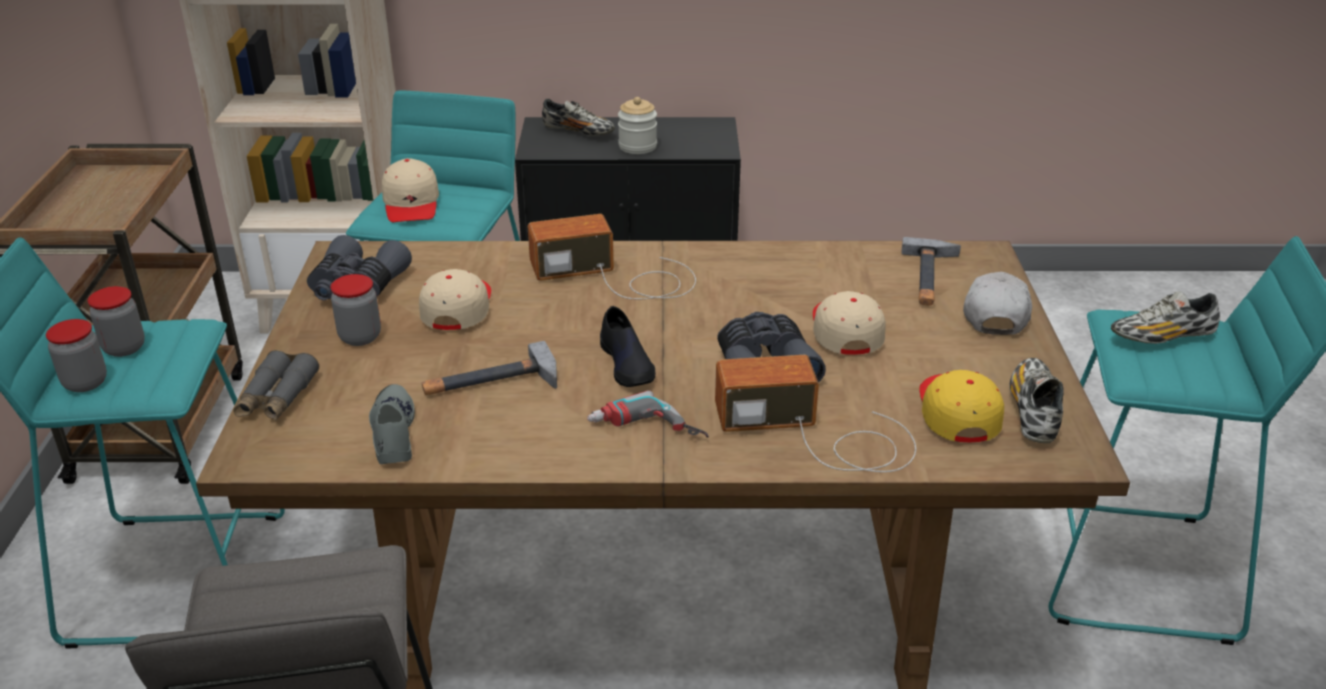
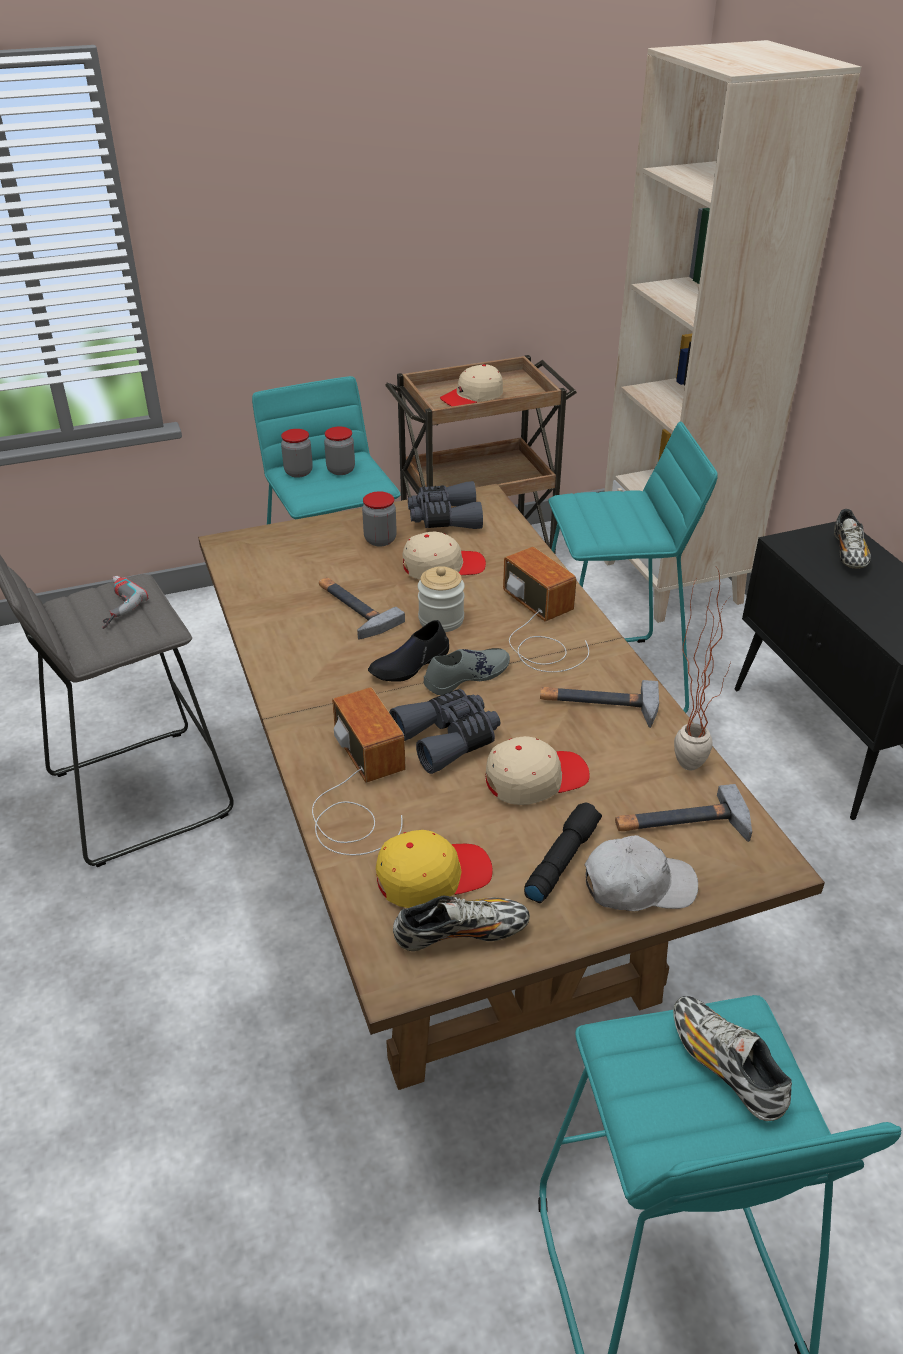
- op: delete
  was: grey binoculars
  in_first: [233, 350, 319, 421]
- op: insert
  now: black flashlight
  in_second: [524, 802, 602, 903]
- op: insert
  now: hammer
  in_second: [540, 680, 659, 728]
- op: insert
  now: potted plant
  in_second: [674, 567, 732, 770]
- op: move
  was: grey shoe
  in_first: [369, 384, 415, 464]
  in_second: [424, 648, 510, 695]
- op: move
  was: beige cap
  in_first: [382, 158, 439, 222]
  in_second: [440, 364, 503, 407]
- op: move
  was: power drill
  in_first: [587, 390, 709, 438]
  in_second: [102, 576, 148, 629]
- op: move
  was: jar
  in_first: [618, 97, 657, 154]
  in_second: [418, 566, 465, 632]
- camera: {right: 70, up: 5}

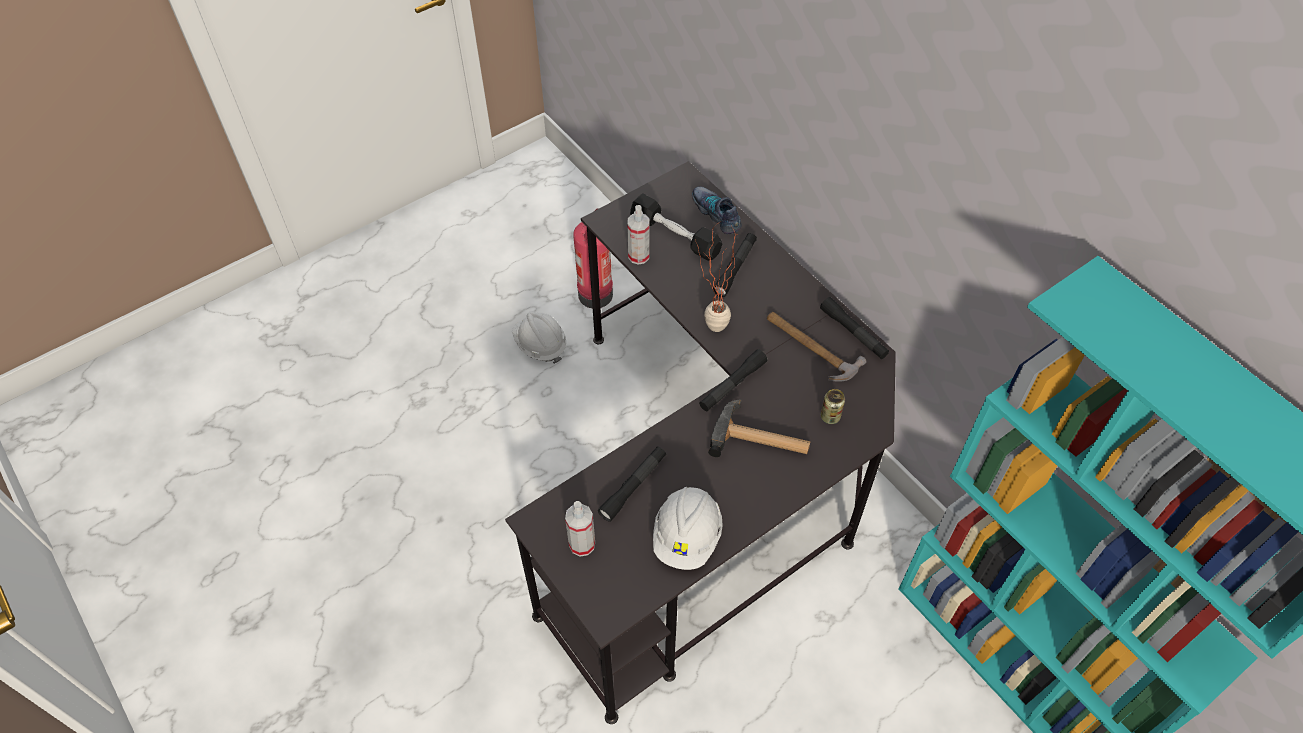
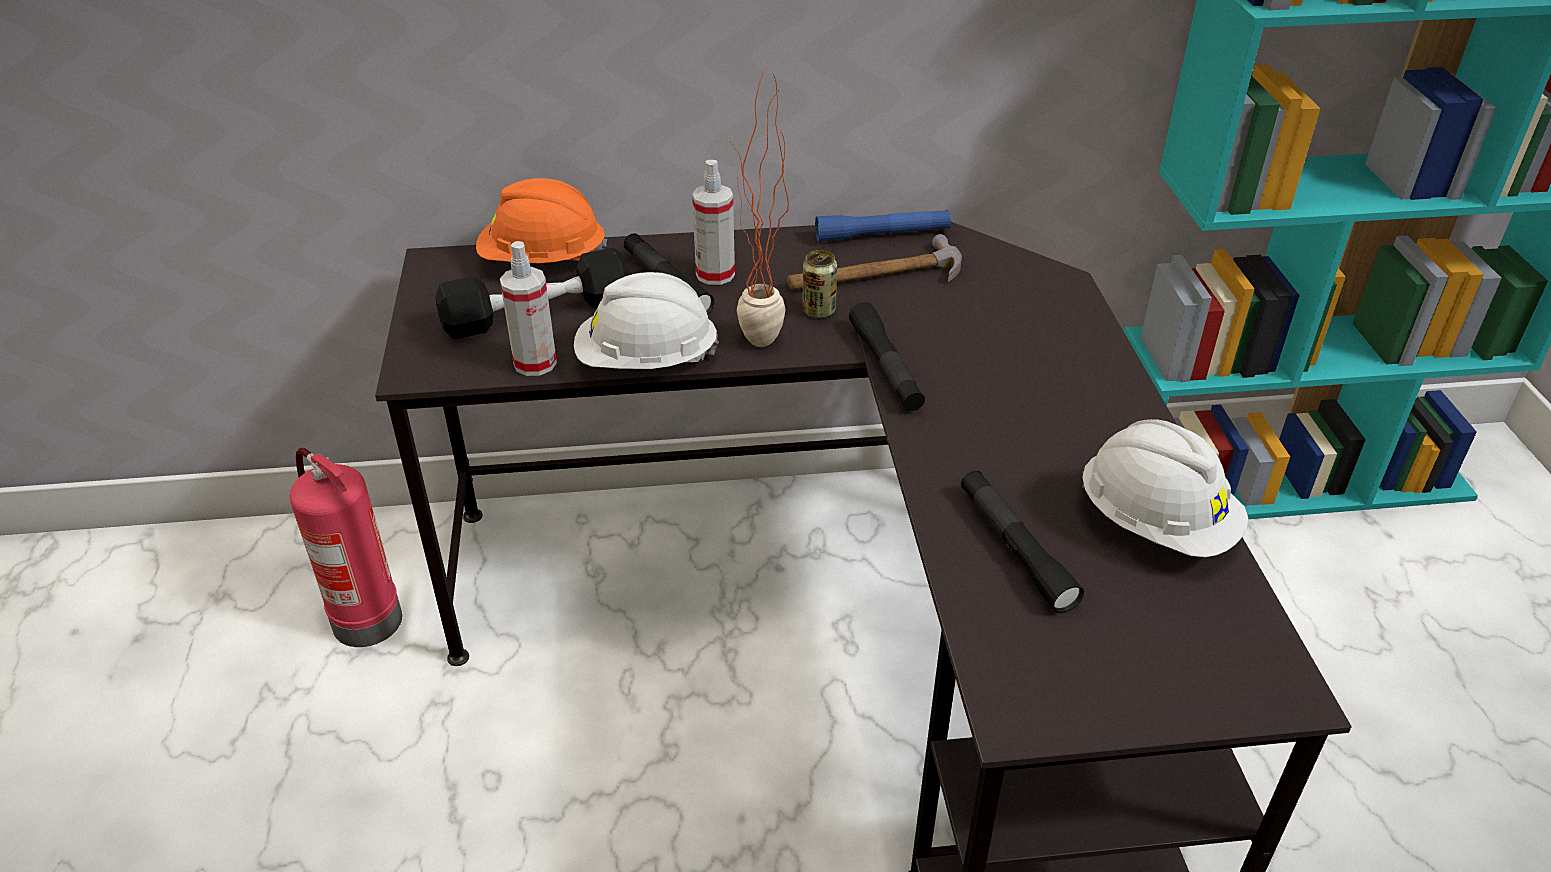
- op: delete
  was: hammer
  in_first: [708, 399, 811, 457]
- op: move
  was: white hard hat
  in_first: [512, 312, 566, 364]
  in_second: [574, 272, 719, 369]
- op: move
  was: spray bottle
  in_first: [565, 501, 595, 557]
  in_second: [692, 160, 735, 285]
- op: move
  was: can
  in_first: [821, 389, 845, 424]
  in_second: [802, 250, 837, 318]
- op: replace
  was: shoe
  now: orange hard hat
  in_first: [692, 187, 742, 234]
  in_second: [476, 178, 607, 263]
- op: recolor
  was: black flashlight
  now: blue flashlight
  in_first: [820, 297, 889, 359]
  in_second: [815, 210, 951, 242]
- camera: {right: -60, up: -15}

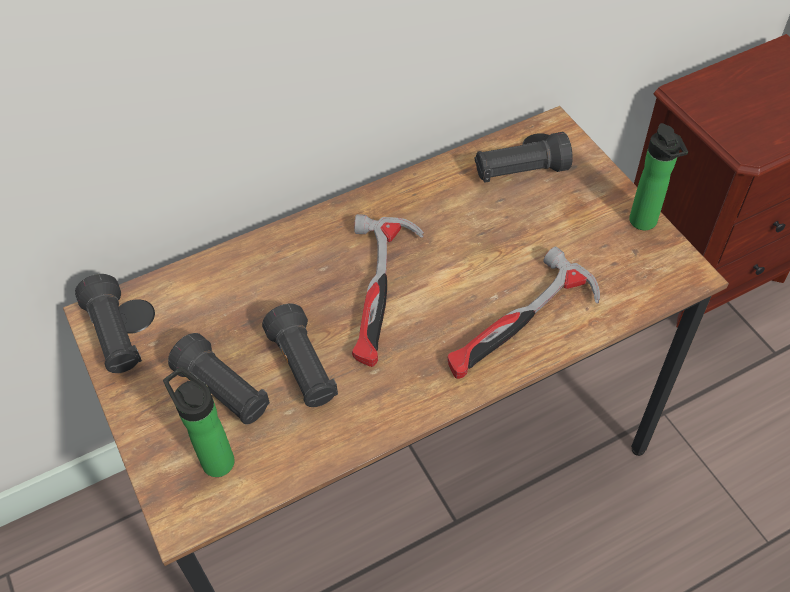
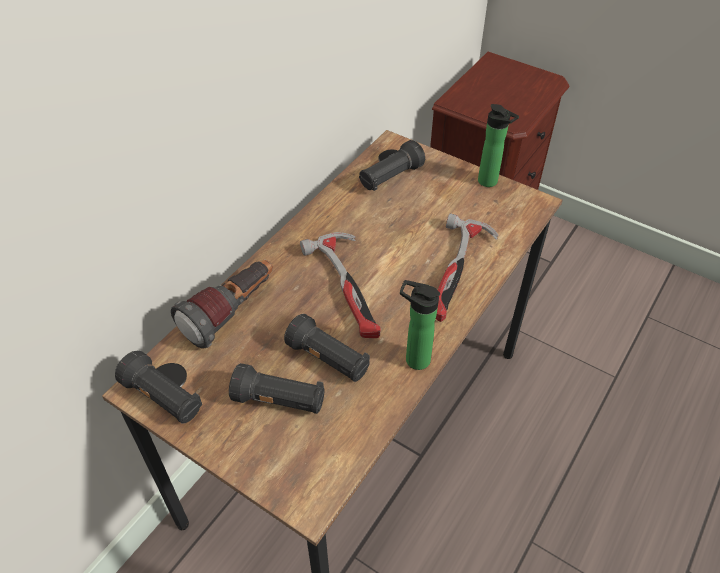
- op: insert
  now: flashlight
  in_second: [171, 260, 273, 349]
- op: move
  was: bottle
  in_first: [163, 367, 235, 477]
  in_second: [400, 280, 440, 370]
- camera: {right: -30, up: -5}

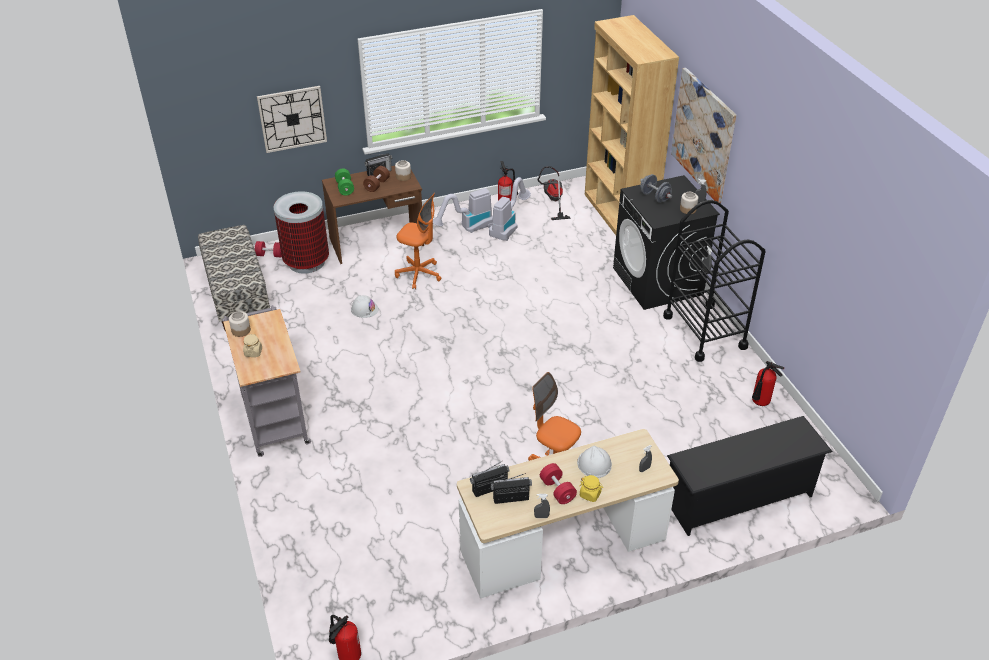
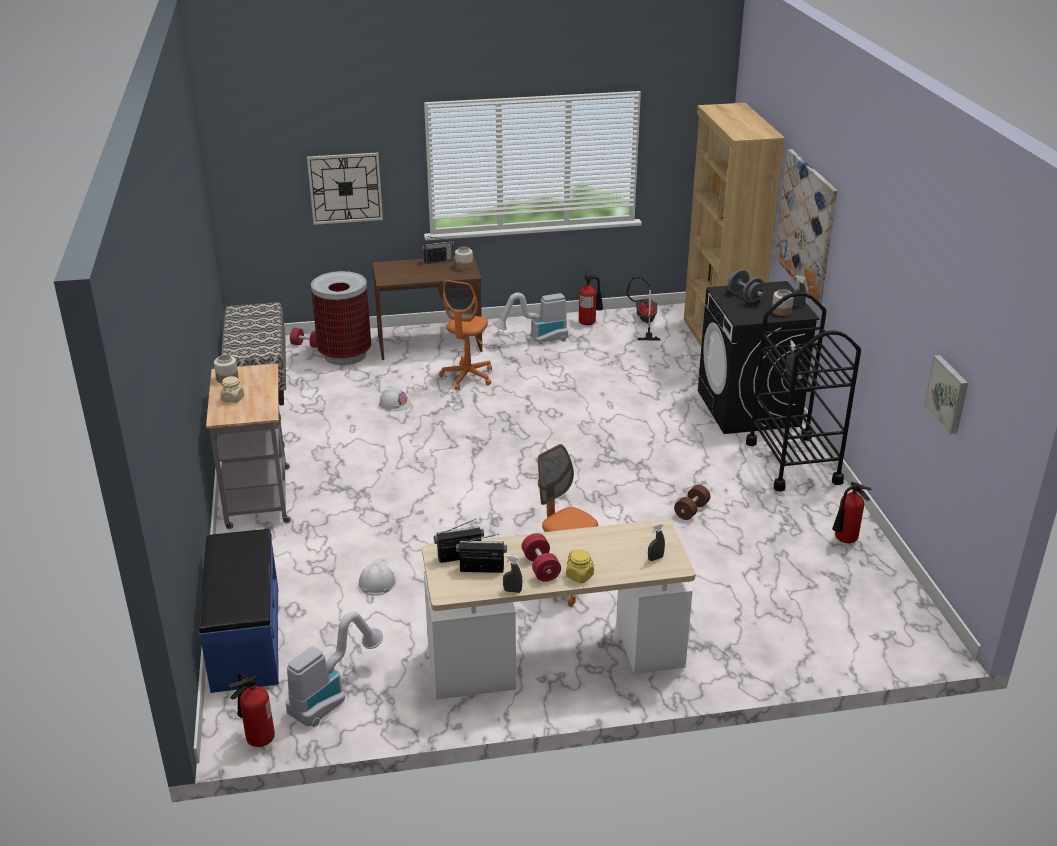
- op: delete
  was: green dumbbell
  in_first: [335, 168, 354, 196]
- op: delete
  was: black shoe rack
  in_first: [667, 416, 833, 536]
- op: insert
  now: blue bench
  in_second: [199, 529, 279, 693]
- op: insert
  now: picture
  in_second: [924, 355, 968, 434]
- op: move
  was: brown dumbbell
  in_first: [363, 166, 390, 192]
  in_second: [674, 485, 710, 520]
- op: move
  was: vacuum cleaner
  in_first: [489, 177, 531, 241]
  in_second: [286, 611, 383, 727]
- op: move
  was: white hard hat
  in_first: [577, 446, 612, 478]
  in_second: [358, 561, 396, 596]
- op: rotate
  was: orange office chair
  in_first: [395, 193, 441, 289]
  in_second: [439, 280, 492, 390]
  clockwise: 75
- camera: {right: 10, up: -10}

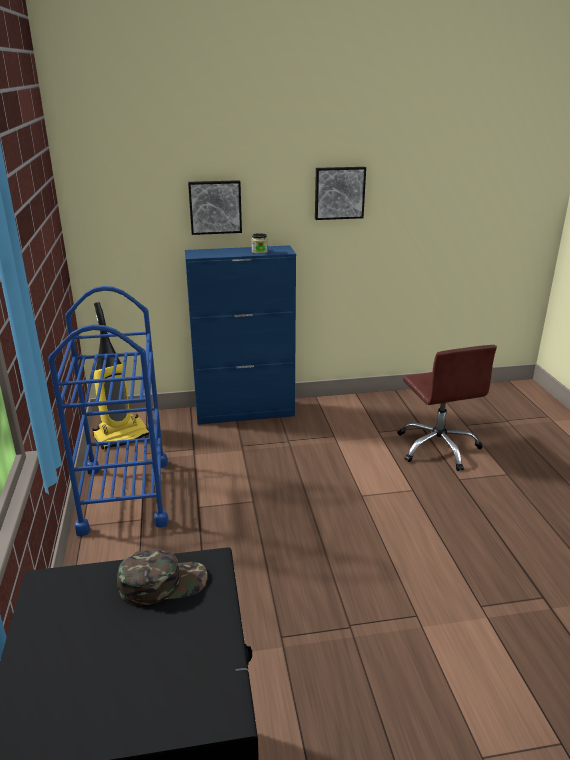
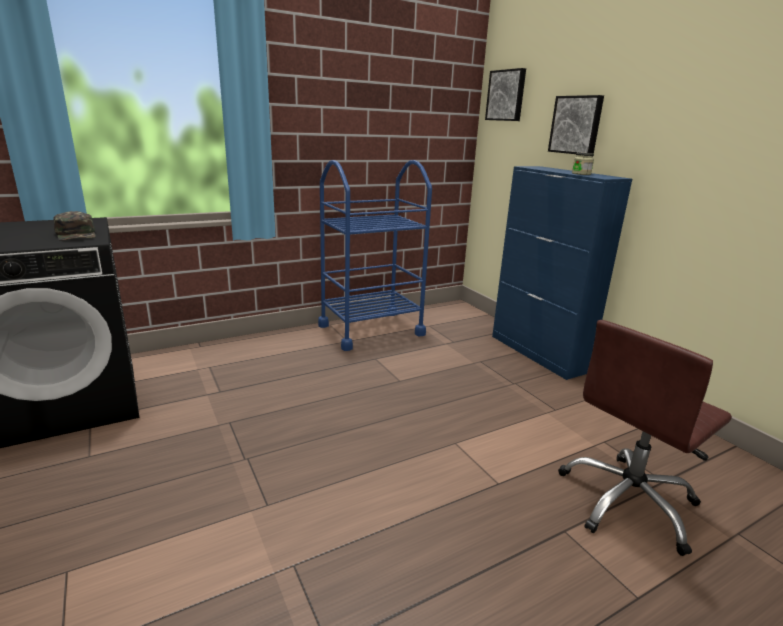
- op: delete
  was: vacuum cleaner
  in_first: [92, 302, 149, 450]
- op: move
  was: picture
  in_first: [315, 167, 366, 220]
  in_second: [485, 68, 526, 121]
- camera: {right: 70, up: -5}

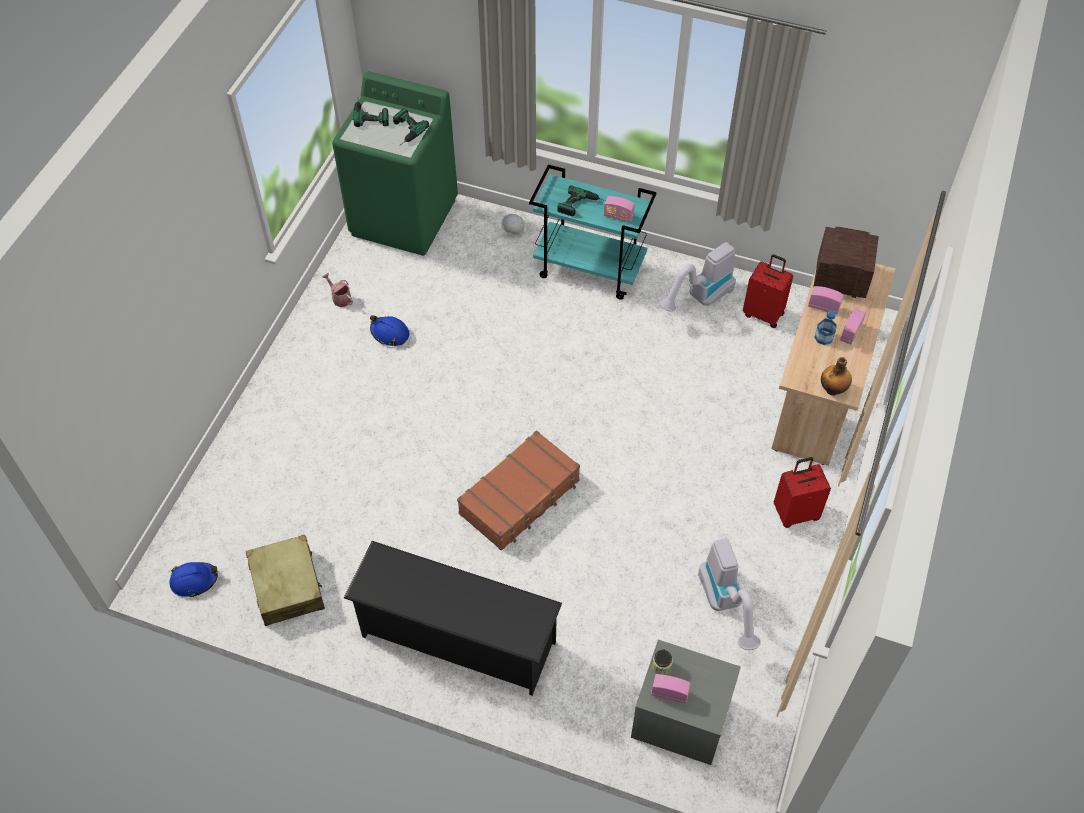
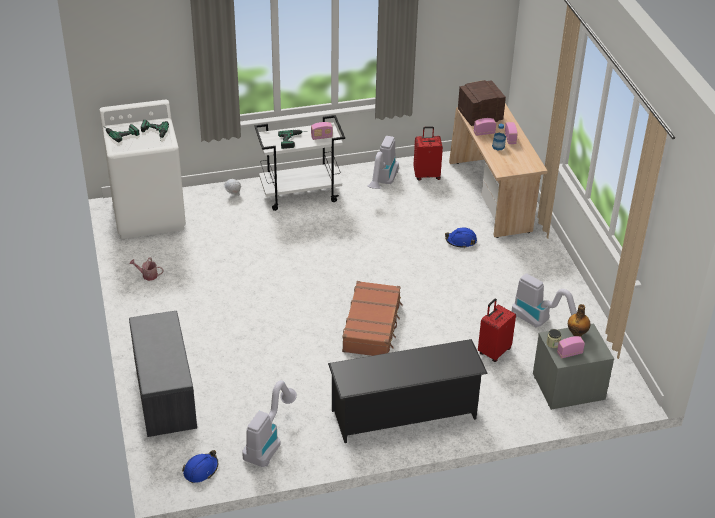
- op: insert
  now: grey bench
  in_second: [129, 311, 197, 437]
- op: move
  was: blue hard hat
  in_first: [370, 315, 409, 346]
  in_second: [445, 227, 477, 248]
- op: move
  was: red suitcase
  in_first: [774, 457, 831, 528]
  in_second: [478, 299, 516, 362]
- op: move
  was: bottle
  in_first: [821, 357, 852, 396]
  in_second: [568, 304, 591, 337]
- op: replace
  was: beige suitcase
  now: vacuum cleaner
  in_first: [246, 535, 325, 626]
  in_second: [242, 380, 297, 467]
- op: recolor
  was: green washing machine
  now: white washing machine
  in_first: [332, 72, 458, 256]
  in_second: [99, 100, 186, 239]
- op: recolor
  was: turquoise cart
  now: white cart
  in_first: [529, 165, 657, 299]
  in_second: [254, 115, 345, 211]
- camera: {right: -35, up: -15}

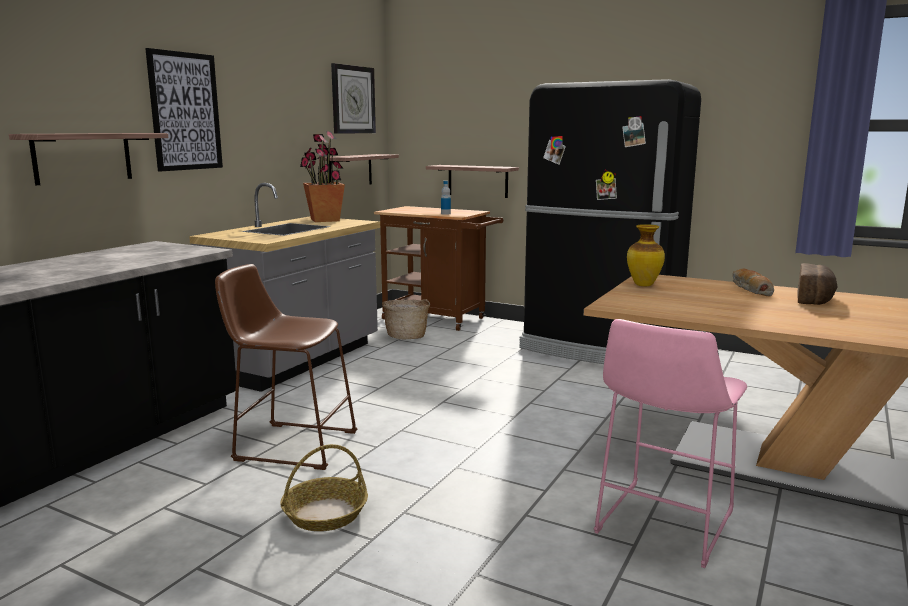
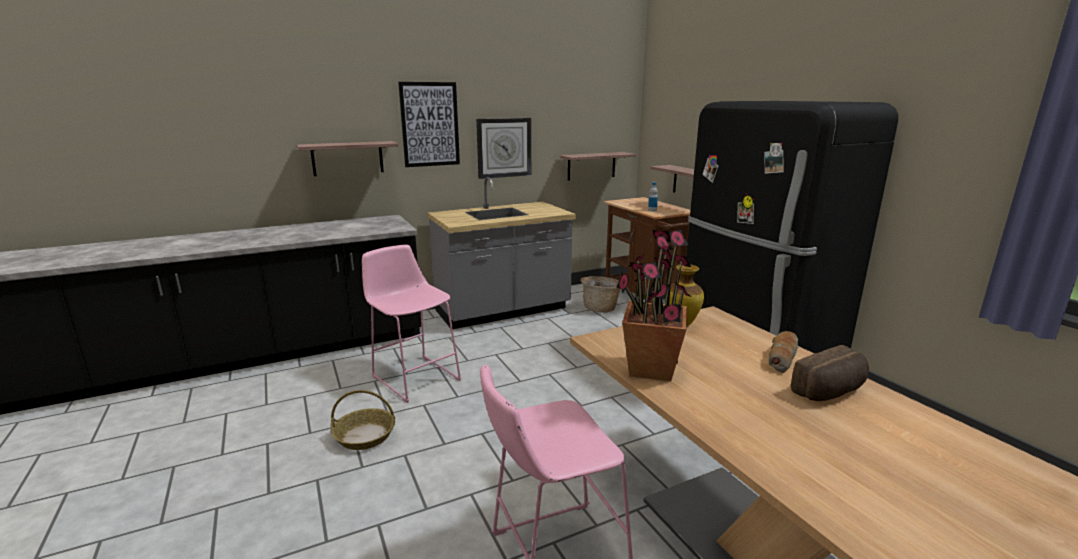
- op: move
  was: potted plant
  in_first: [300, 131, 345, 222]
  in_second: [616, 230, 692, 381]
- op: move
  was: wall clock
  in_first: [331, 63, 376, 134]
  in_second: [476, 118, 531, 179]
- op: recolor
  was: brown stool
  now: pink stool
  in_first: [215, 264, 357, 470]
  in_second: [362, 245, 462, 403]
- camera: {right: 35, up: 5}

